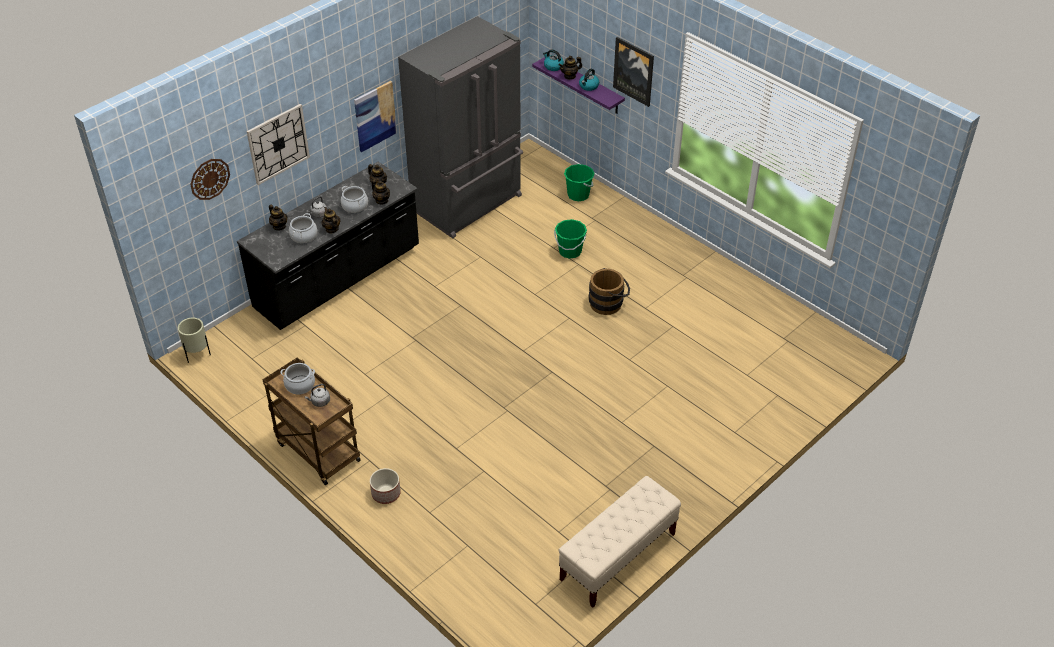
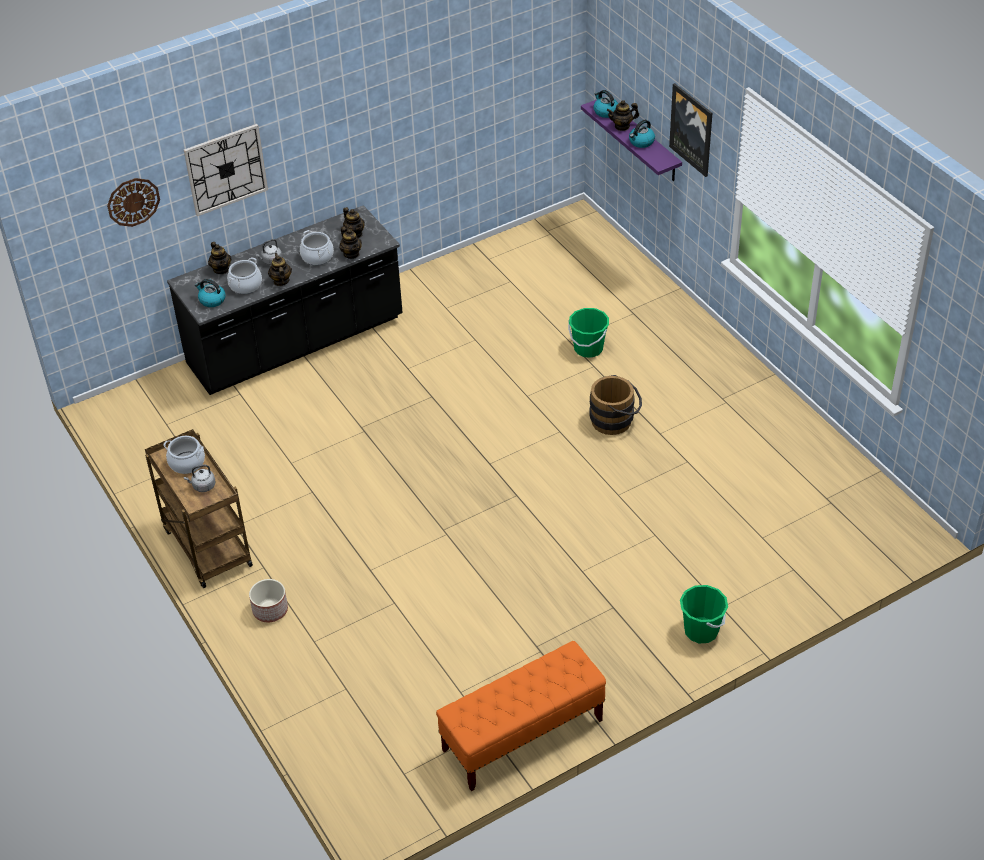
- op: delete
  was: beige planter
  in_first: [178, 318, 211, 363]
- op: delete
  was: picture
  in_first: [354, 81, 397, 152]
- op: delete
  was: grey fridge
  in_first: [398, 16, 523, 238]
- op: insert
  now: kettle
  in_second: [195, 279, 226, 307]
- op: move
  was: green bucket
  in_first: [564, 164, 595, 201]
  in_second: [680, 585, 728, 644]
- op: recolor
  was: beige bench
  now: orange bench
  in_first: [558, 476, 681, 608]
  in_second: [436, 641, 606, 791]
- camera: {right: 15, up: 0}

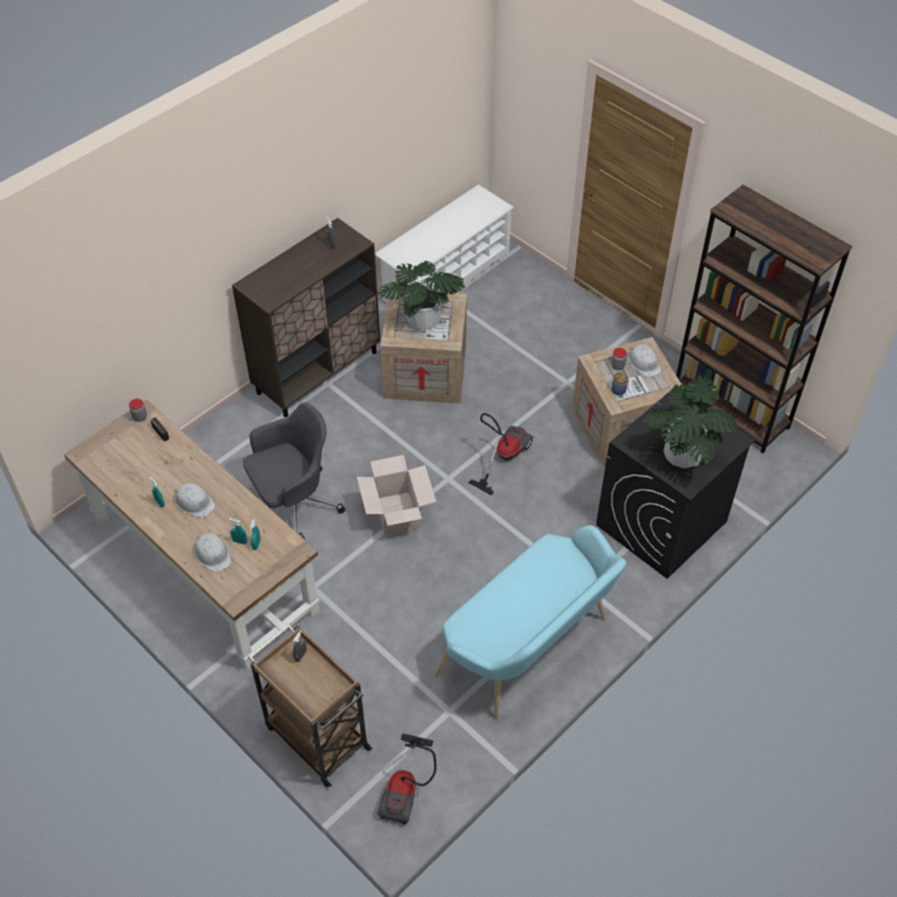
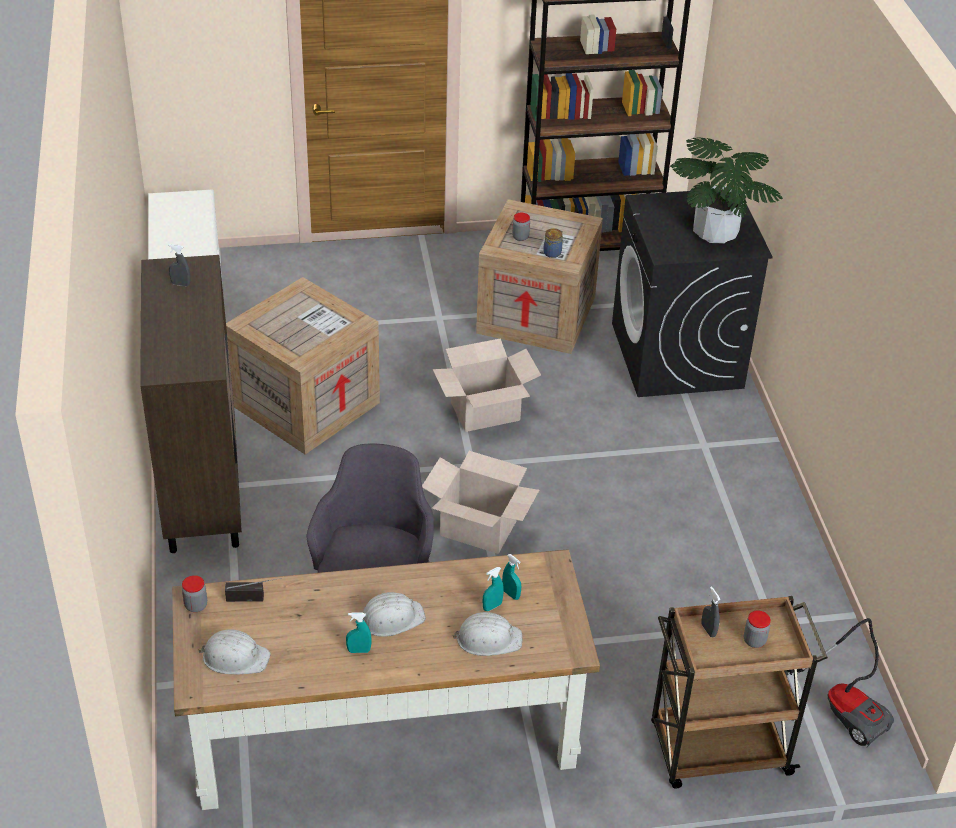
- op: delete
  was: potted plant
  in_first: [377, 261, 465, 330]
- op: delete
  was: turquoise bench
  in_first: [435, 525, 626, 721]
- op: insert
  now: jar
  in_second: [744, 610, 771, 648]
- op: move
  was: white hard hat
  in_first: [628, 345, 661, 378]
  in_second: [198, 629, 270, 674]
- op: replace
  was: vacuum cleaner
  now: cardboard box
  in_first: [468, 413, 534, 496]
  in_second: [432, 338, 541, 432]
- camera: {right: -55, up: -10}

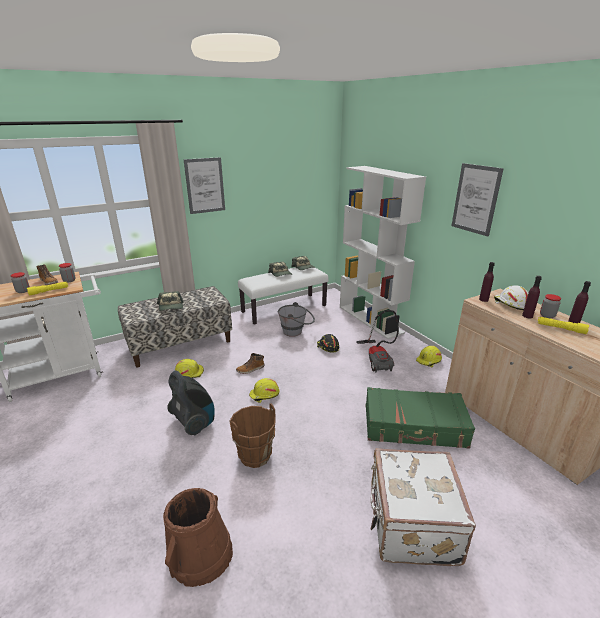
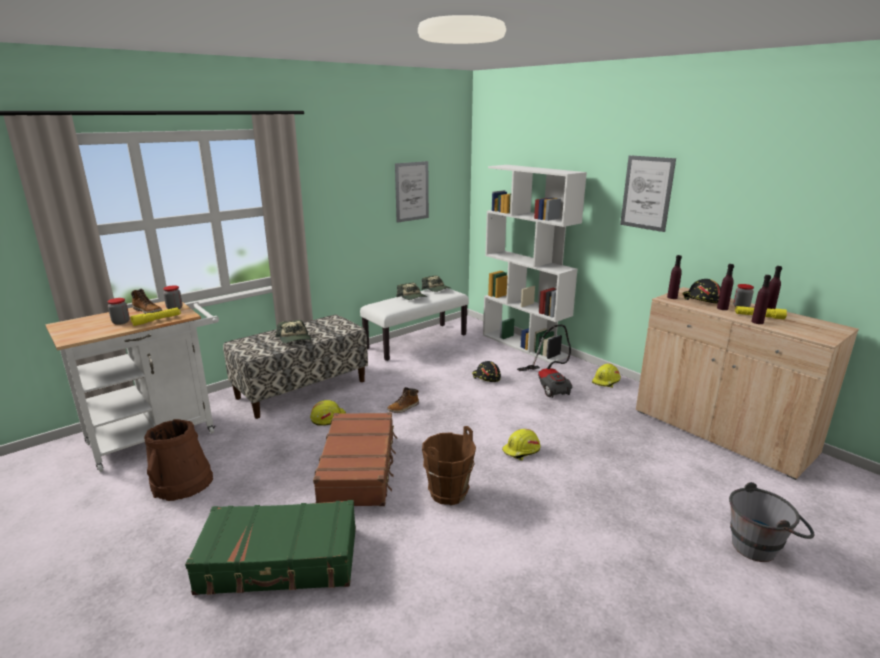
- op: delete
  was: white suitcase
  in_first: [370, 448, 476, 566]
- op: insert
  now: purple bottle
  in_second: [751, 275, 771, 324]
- op: move
  was: brown bucket
  in_first: [163, 488, 233, 587]
  in_second: [144, 419, 213, 501]
- op: move
  was: picture
  in_first: [184, 157, 225, 214]
  in_second: [395, 161, 429, 223]
- op: move
  was: yellow hard hat
  in_first: [249, 378, 279, 403]
  in_second: [502, 429, 541, 461]
- op: move
  was: grey bucket
  in_first: [278, 302, 315, 337]
  in_second: [729, 482, 814, 562]
- op: move
  was: green suitcase
  in_first: [366, 387, 475, 449]
  in_second: [185, 500, 356, 595]
- op: replace
  was: vacuum cleaner
  now: brown suitcase
  in_first: [167, 370, 215, 435]
  in_second: [313, 412, 397, 506]
- op: recolor
  was: white hard hat
  now: black hard hat
  in_first: [494, 285, 529, 310]
  in_second: [683, 279, 721, 304]
- camera: {right: -10, up: -5}

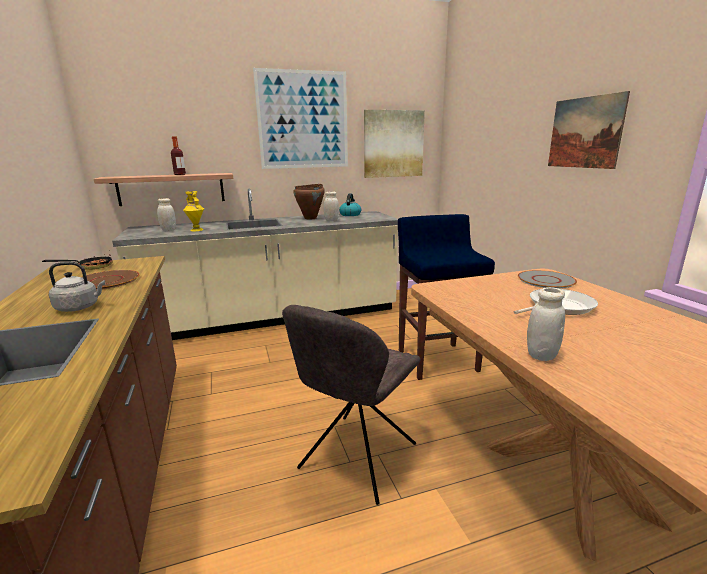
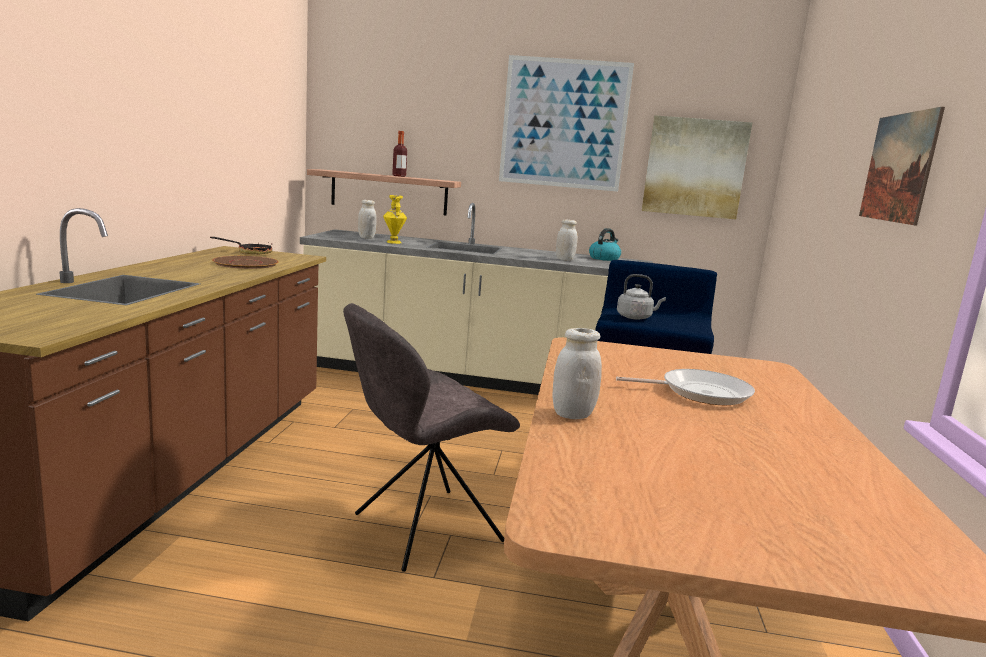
- op: delete
  was: brown cooking pot
  in_first: [294, 184, 325, 219]
- op: delete
  was: grey plate
  in_first: [518, 270, 577, 289]
- op: move
  was: grey kettle
  in_first: [49, 262, 105, 312]
  in_second: [617, 274, 666, 320]
- camera: {right: 25, up: -5}

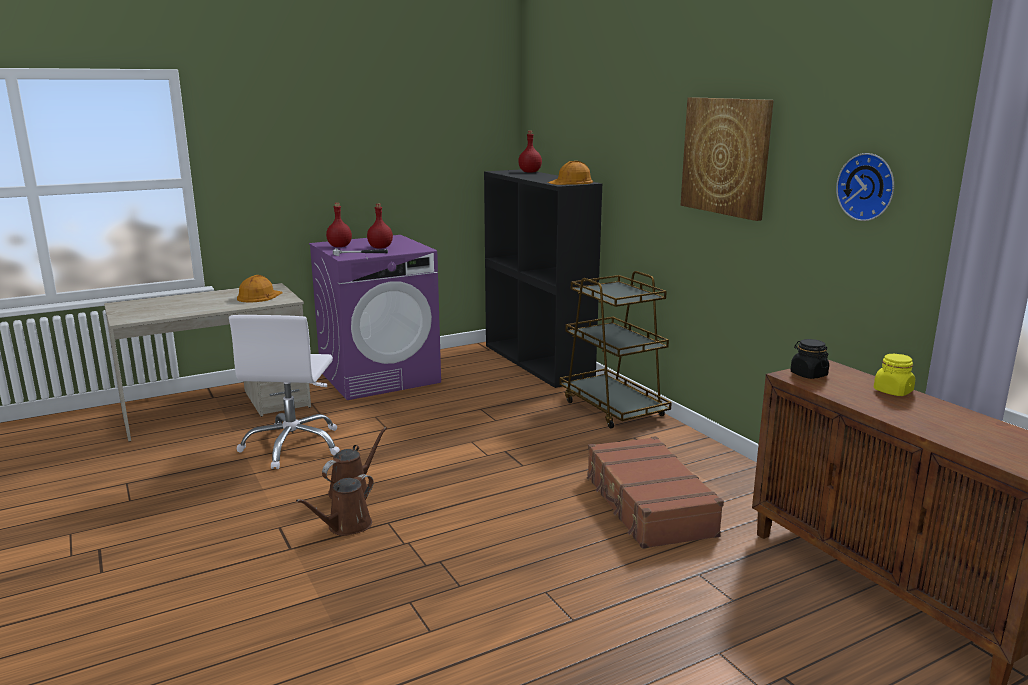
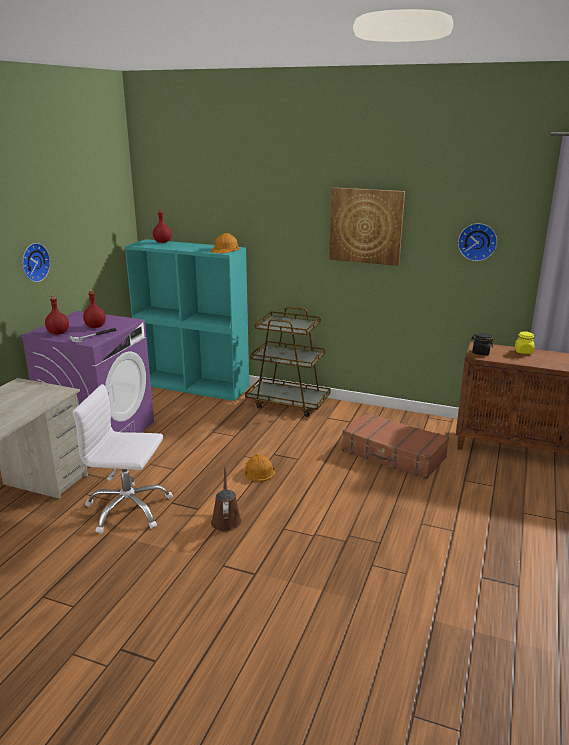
- op: delete
  was: brown watering can
  in_first: [296, 474, 374, 536]
- op: insert
  now: wall clock
  in_second: [22, 243, 50, 282]
- op: move
  was: orange hard hat
  in_first: [237, 275, 282, 302]
  in_second: [244, 454, 276, 482]
- op: recolor
  was: black bookcase
  now: turquoise bookcase
  in_first: [484, 169, 602, 388]
  in_second: [125, 239, 249, 401]
- op: rotate
  was: white office chair
  in_first: [229, 315, 340, 469]
  in_second: [73, 384, 173, 534]
  clockwise: 135
- camera: {right: -40, up: 5}

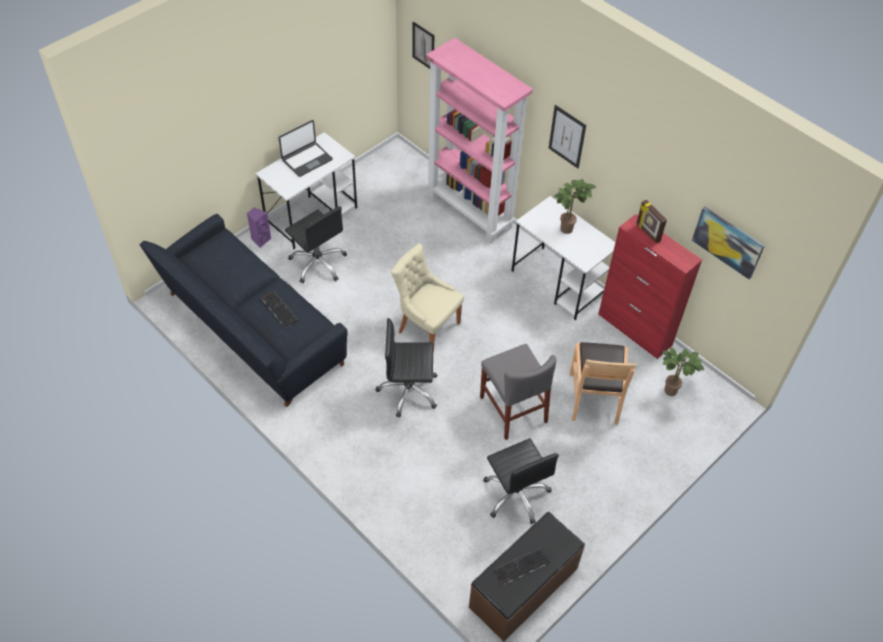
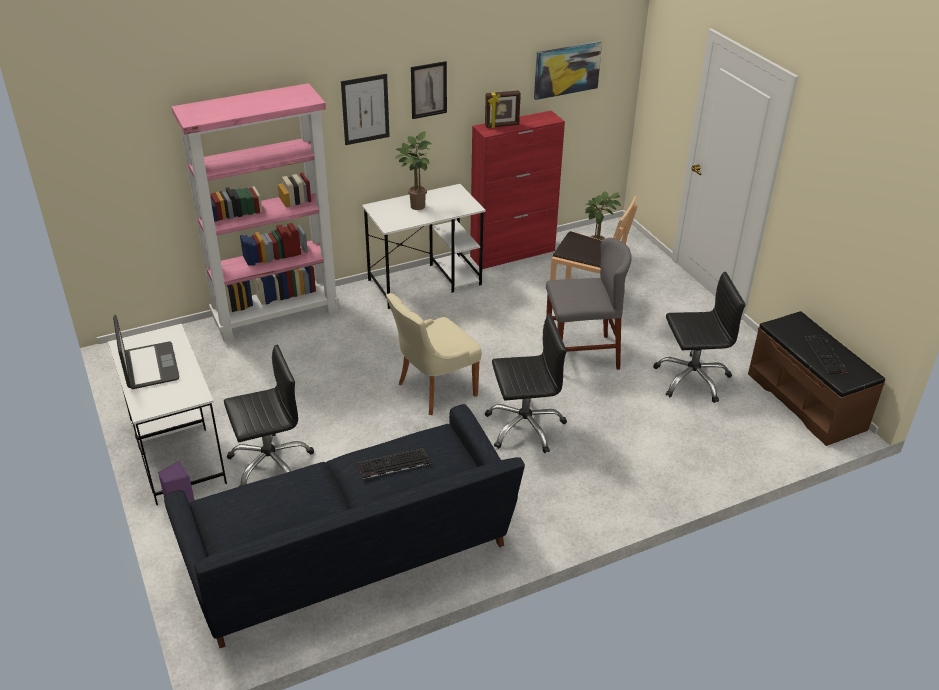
- op: move
  was: picture
  in_first: [412, 21, 435, 69]
  in_second: [411, 61, 447, 119]
- op: rotate
  was: black office chair
  in_first: [376, 318, 437, 418]
  in_second: [485, 314, 567, 453]
  clockwise: -120
- camera: {right: -70, up: -15}

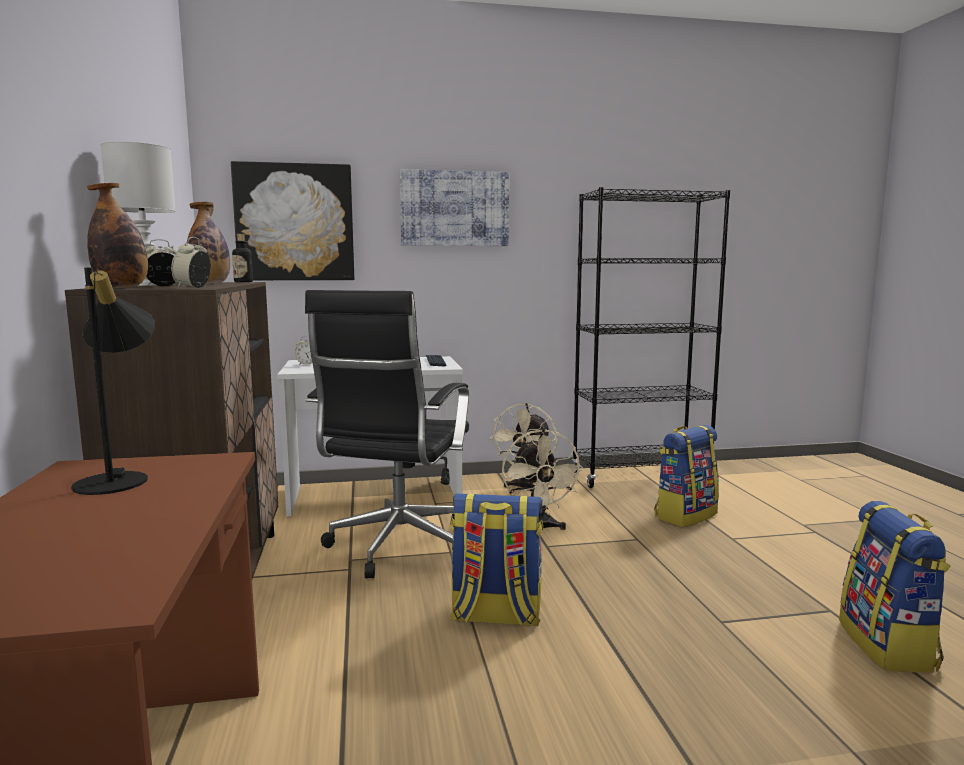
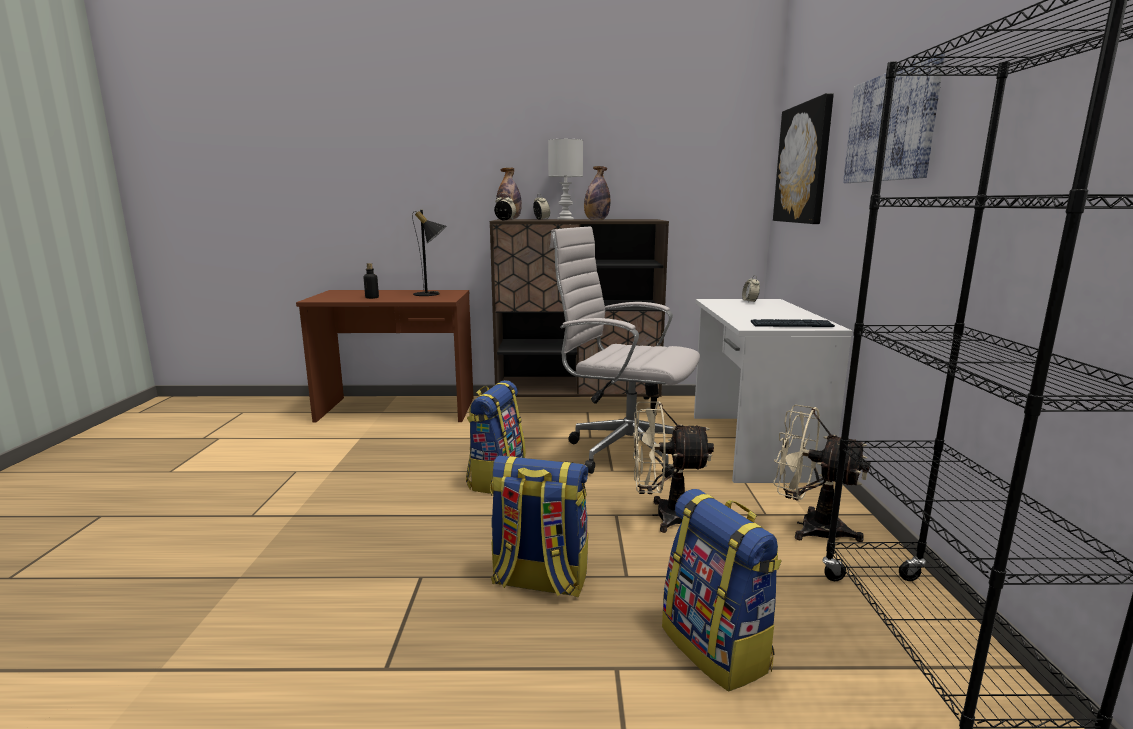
- op: move
  was: bottle
  in_first: [232, 234, 253, 282]
  in_second: [364, 263, 379, 299]
- op: move
  was: backpack
  in_first: [839, 501, 951, 673]
  in_second: [490, 455, 588, 598]
- op: recolor
  was: black office chair
  now: white office chair
  in_first: [305, 290, 469, 579]
  in_second: [550, 226, 700, 478]
- camera: {right: 100, up: 5}

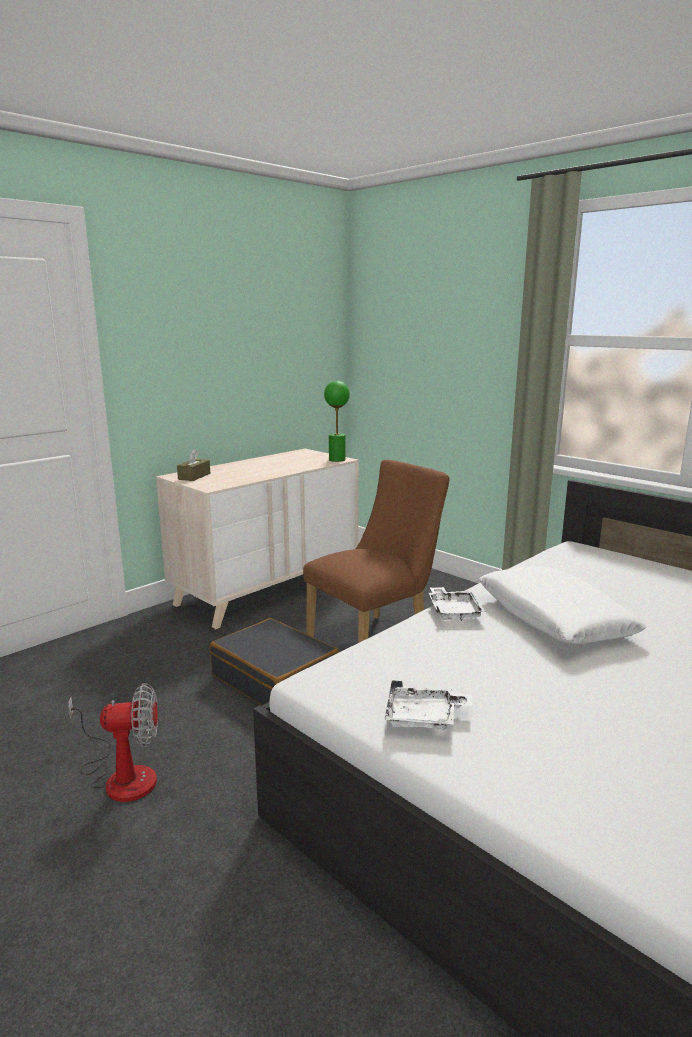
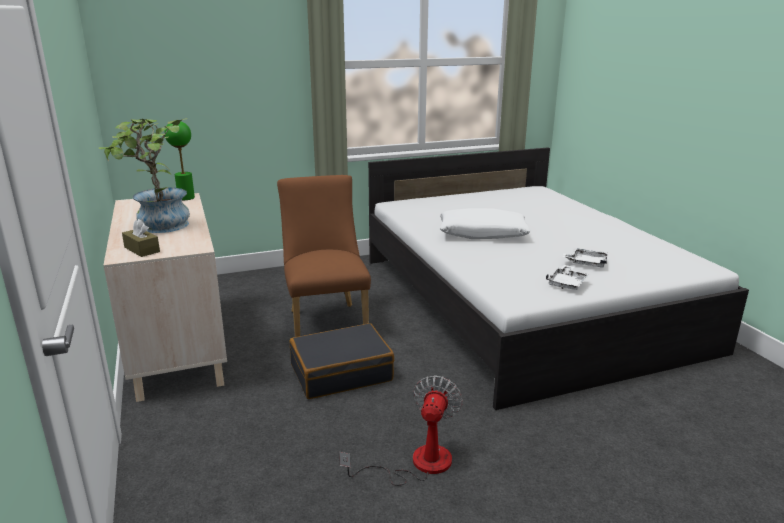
- op: insert
  now: potted plant
  in_second: [98, 118, 190, 233]
- op: move
  was: white tray
  in_first: [429, 587, 485, 621]
  in_second: [563, 248, 607, 268]
- camera: {right: -65, up: 5}

